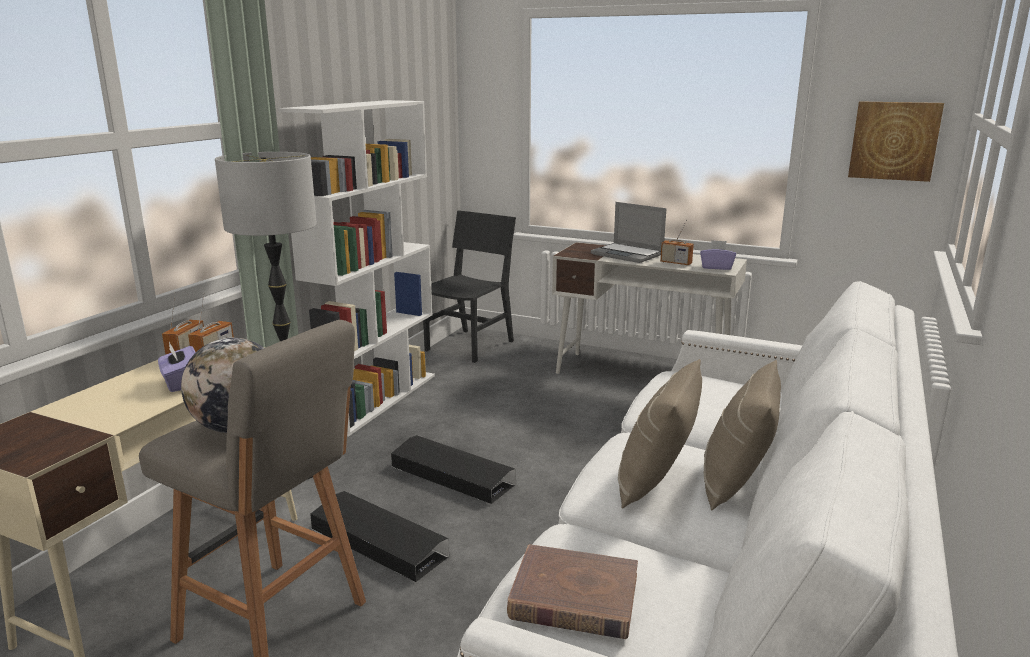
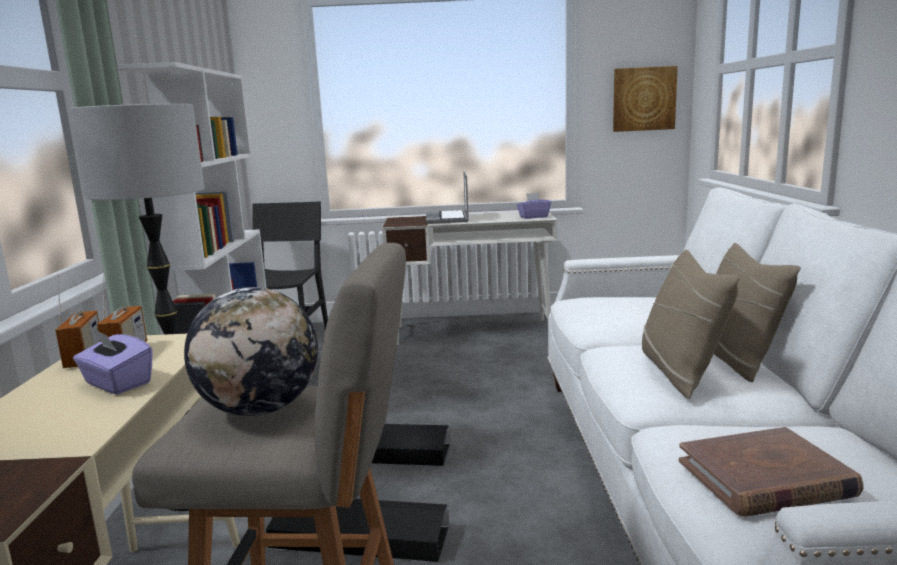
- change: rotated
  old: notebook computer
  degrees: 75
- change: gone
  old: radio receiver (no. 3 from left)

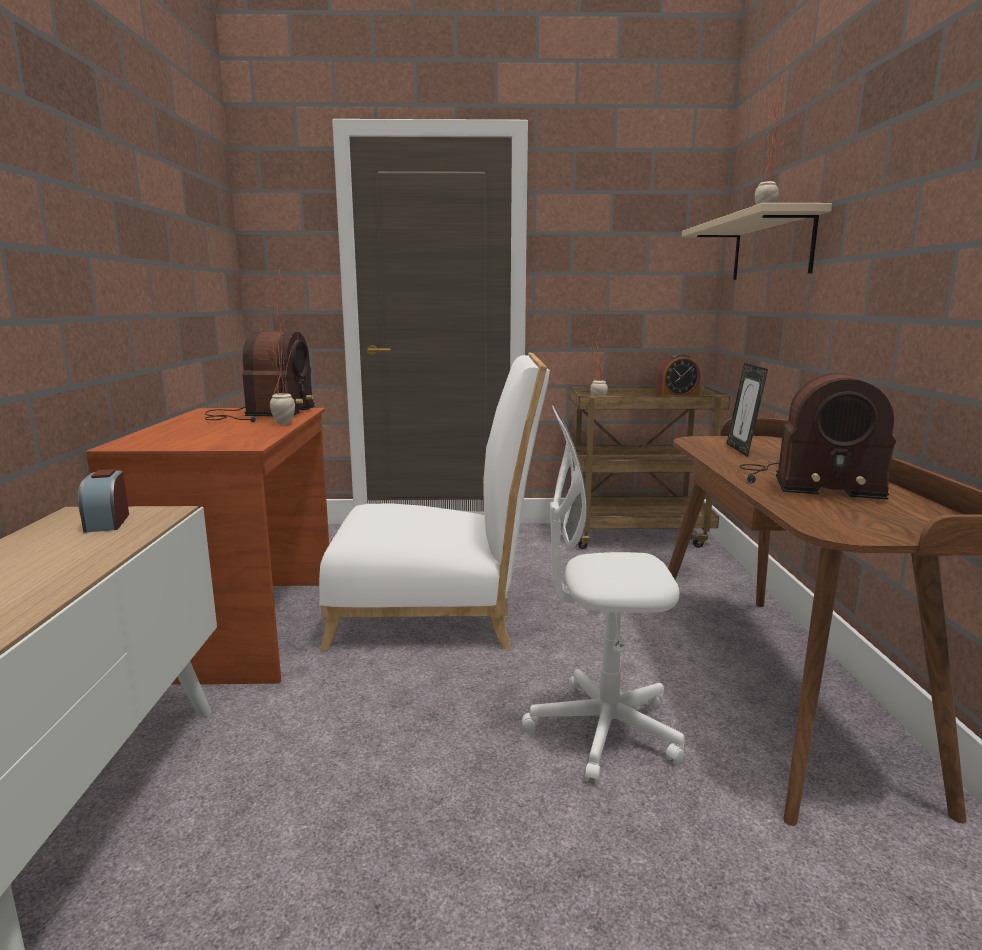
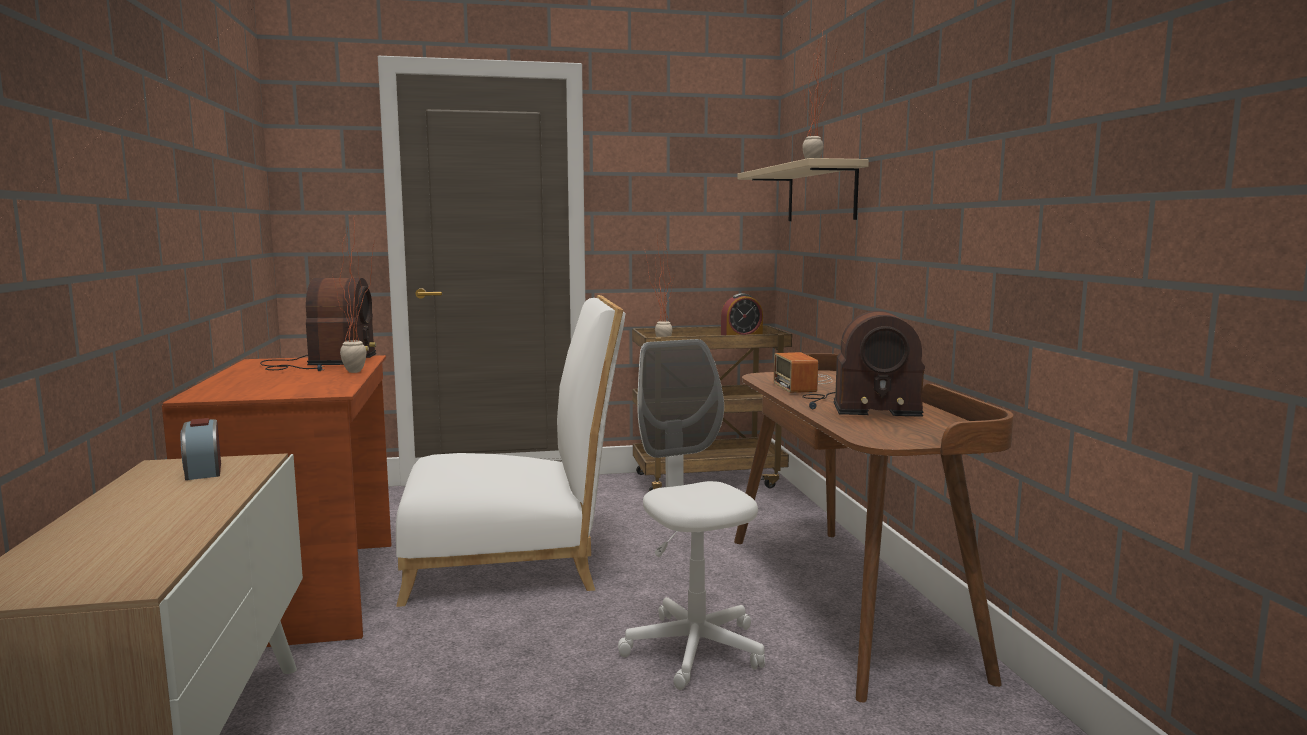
- change: rotated
  old: whitish desk chair
  degrees: 75
- change: swapped
  old: standing frame
  new: radio receiver (no. 2 from left)

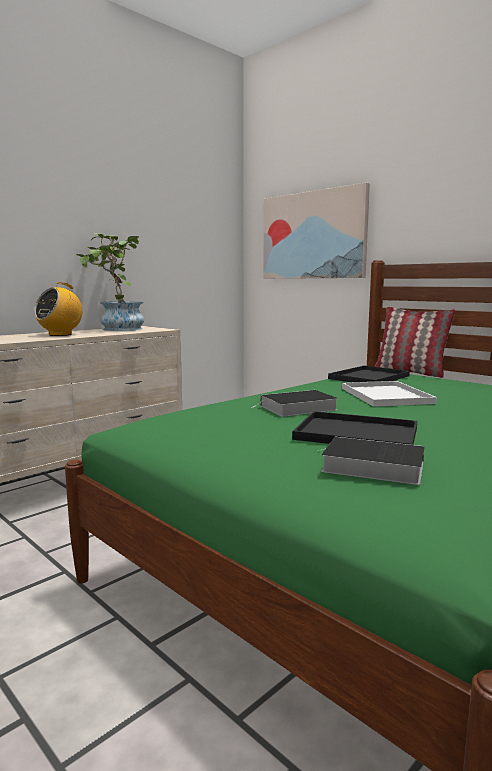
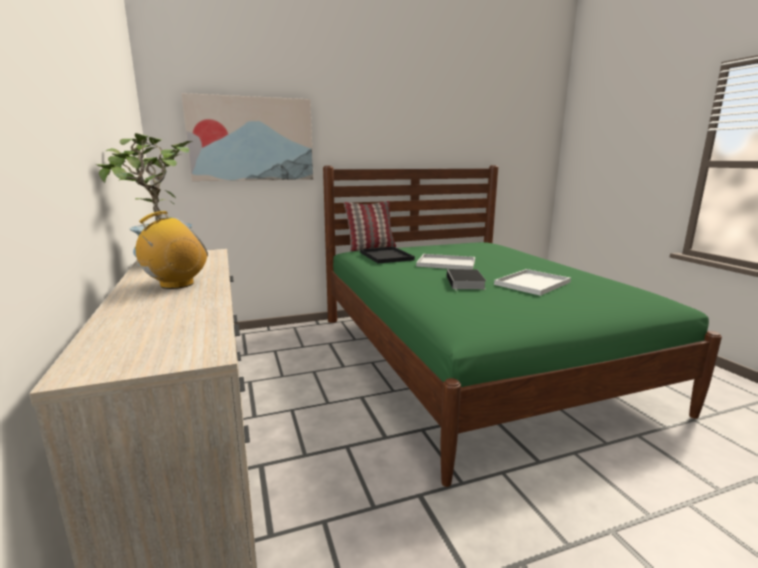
- change: rotated
  old: radio receiver
  degrees: -105
- change: repainted
  old: blackish serving tray (no. 1 from left)
  new: whitish serving tray (no. 2 from left)
- change: gone
  old: book (no. 2 from left)

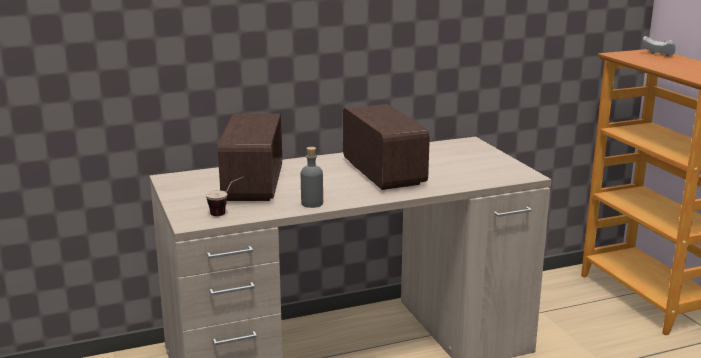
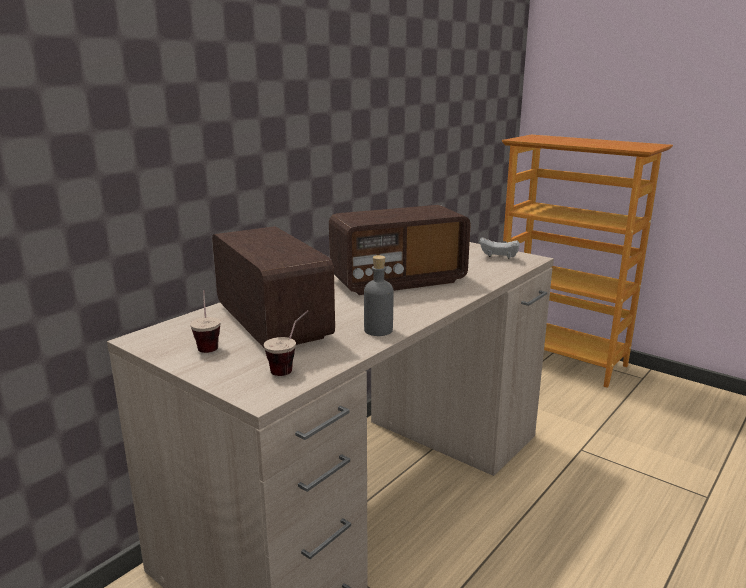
- change: rotated
  old: radio receiver (no. 2 from left)
  degrees: 120
- change: shifted
  old: whitish gamepad
- change: new
  new: drinking cup (no. 1 from left)

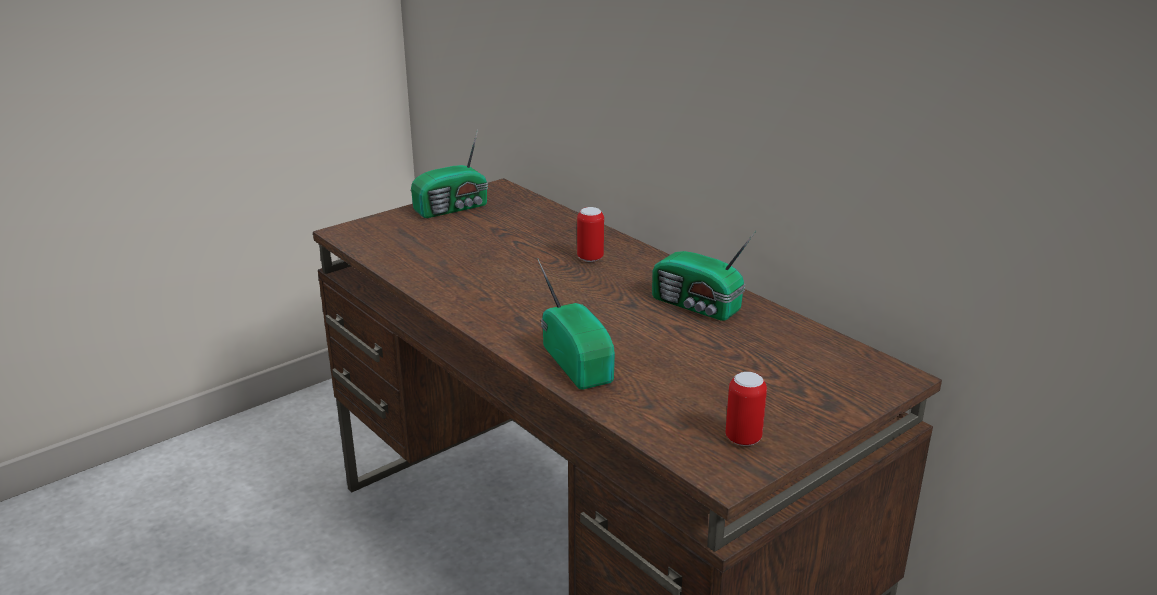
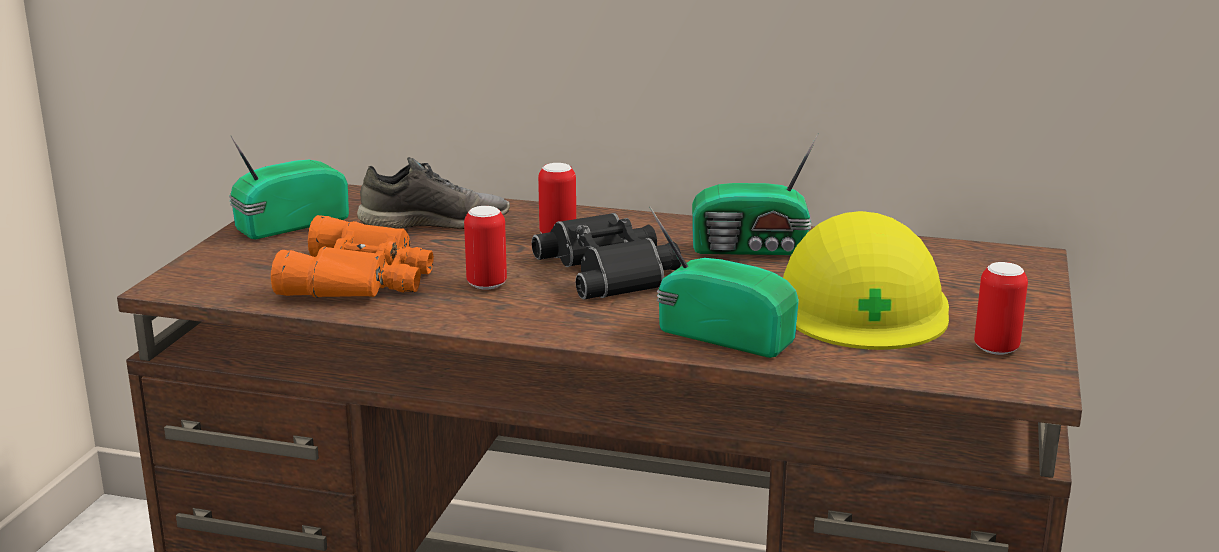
- change: rotated
  old: radio receiver (no. 1 from left)
  degrees: -150
- change: new
  new: orange field glasses
- change: new
  new: gray shoe
- change: new
  new: sealed can (no. 1 from left)
- change: new
  new: blackish field glasses
- change: new
  new: yellowish work helmet

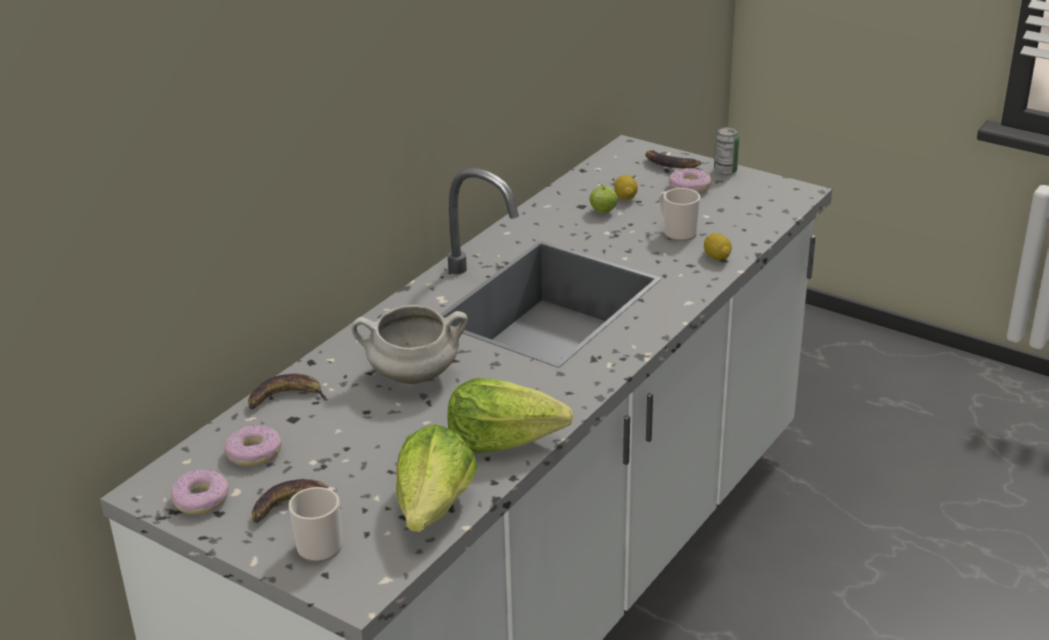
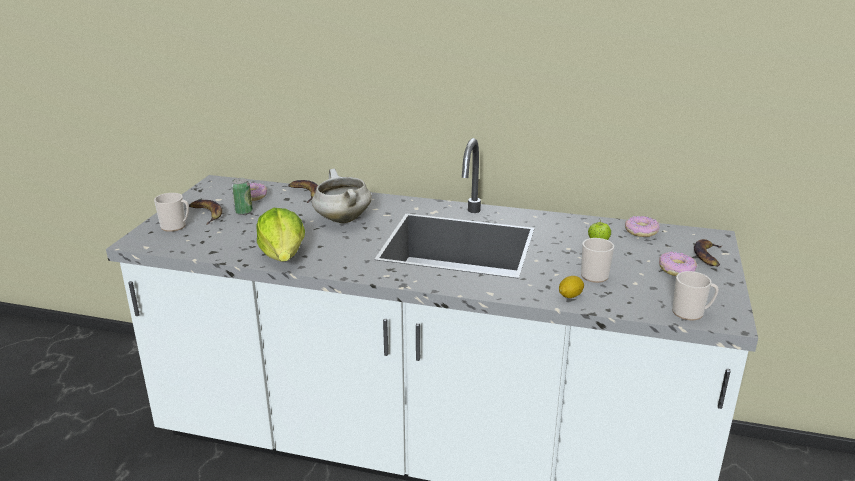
- change: shifted
  old: ring doughnut (no. 1 from left in the first image)
  new: ring doughnut (no. 2 from left)
- change: gone
  old: lettuce (no. 1 from left)
- change: gone
  old: whole lemon (no. 1 from left)
- change: shifted
  old: sealed can
- change: new
  new: coffee mug (no. 3 from left)

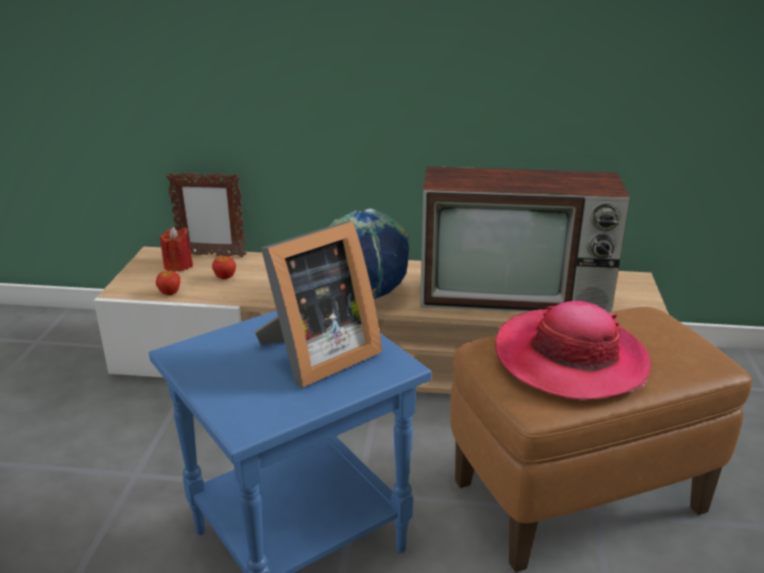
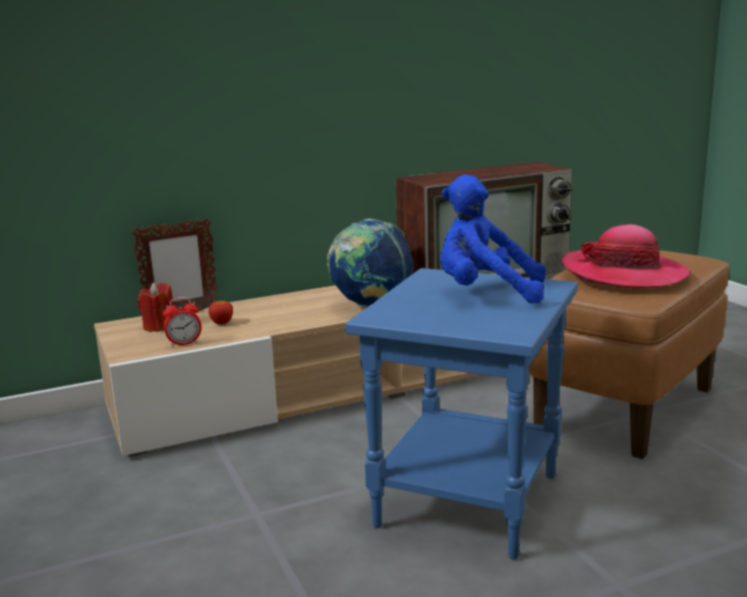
- change: swapped
  old: whole apple (no. 1 from left)
  new: alarm clock
- change: swapped
  old: standing frame (no. 2 from left)
  new: blue soft toy

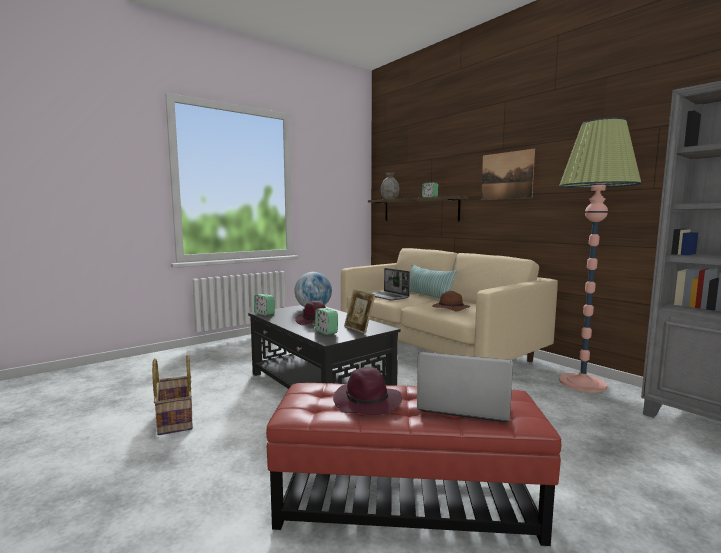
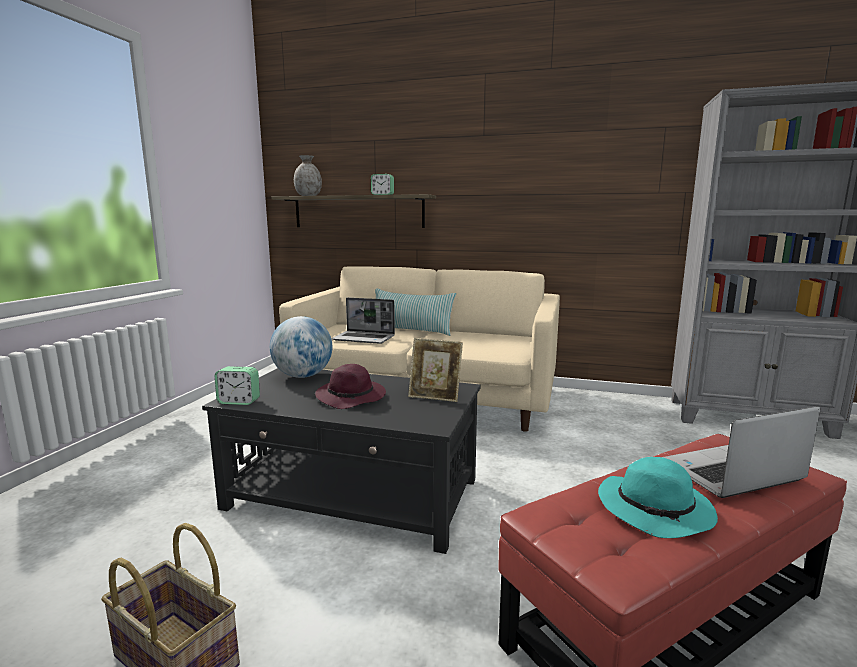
- change: gone
  old: alarm clock (no. 2 from left)
- change: repainted
  old: purple wearable hat (no. 2 from left)
  new: blue-green wearable hat
- change: gone
  old: brownish wearable hat
- change: gone
  old: wall picture
- change: gone
  old: floor lamp

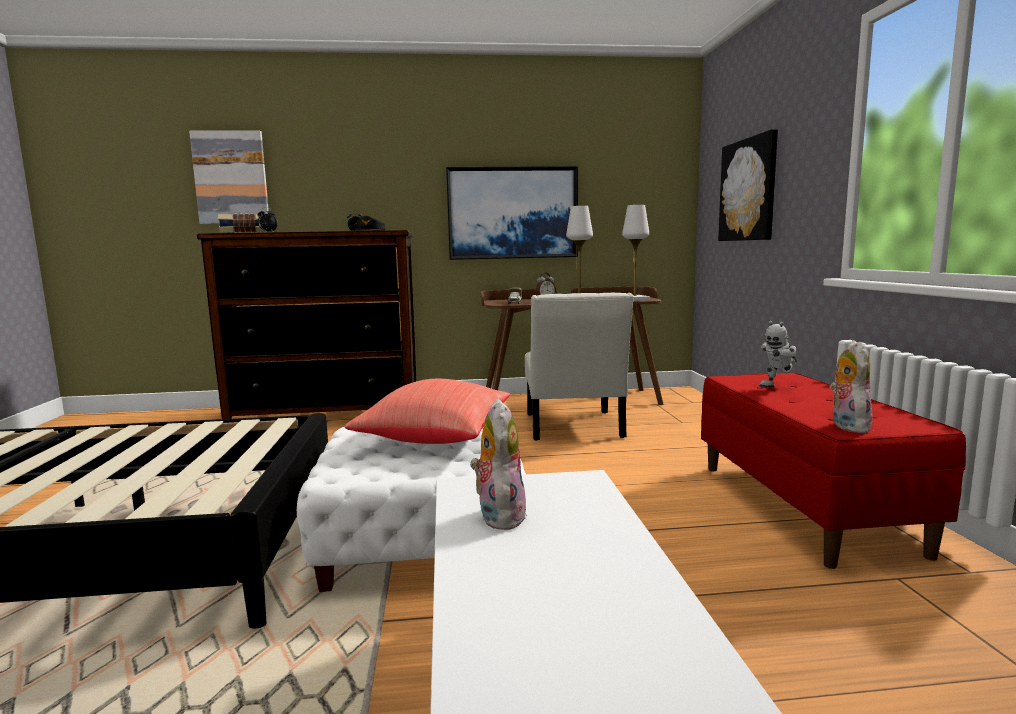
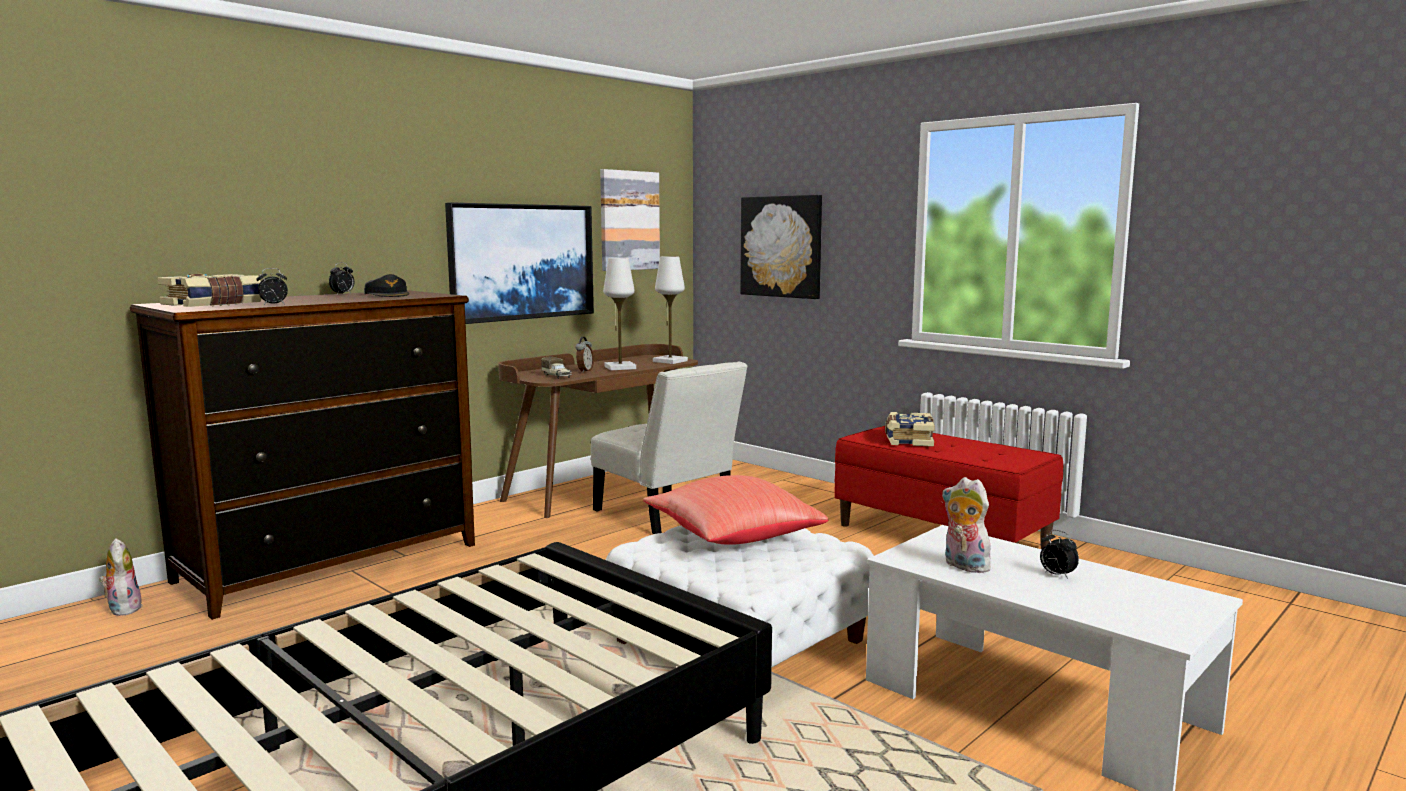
- change: shifted
  old: wall picture (no. 1 from left in the first image)
  new: wall picture (no. 2 from left)
- change: swapped
  old: toy robot
  new: book (no. 2 from left)
- change: shifted
  old: soft toy (no. 2 from left in the first image)
  new: soft toy (no. 1 from left)
- change: new
  new: alarm clock (no. 4 from left)

